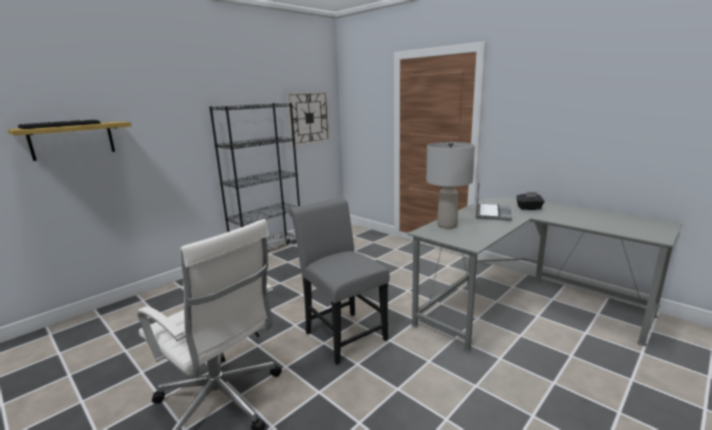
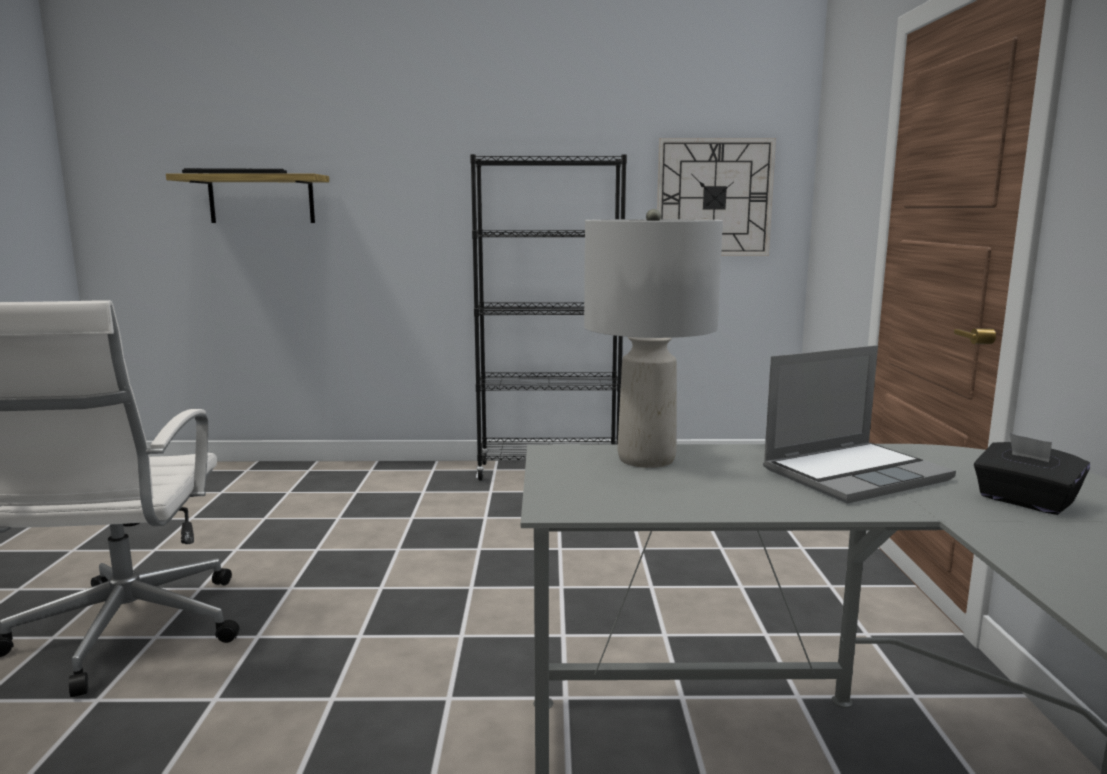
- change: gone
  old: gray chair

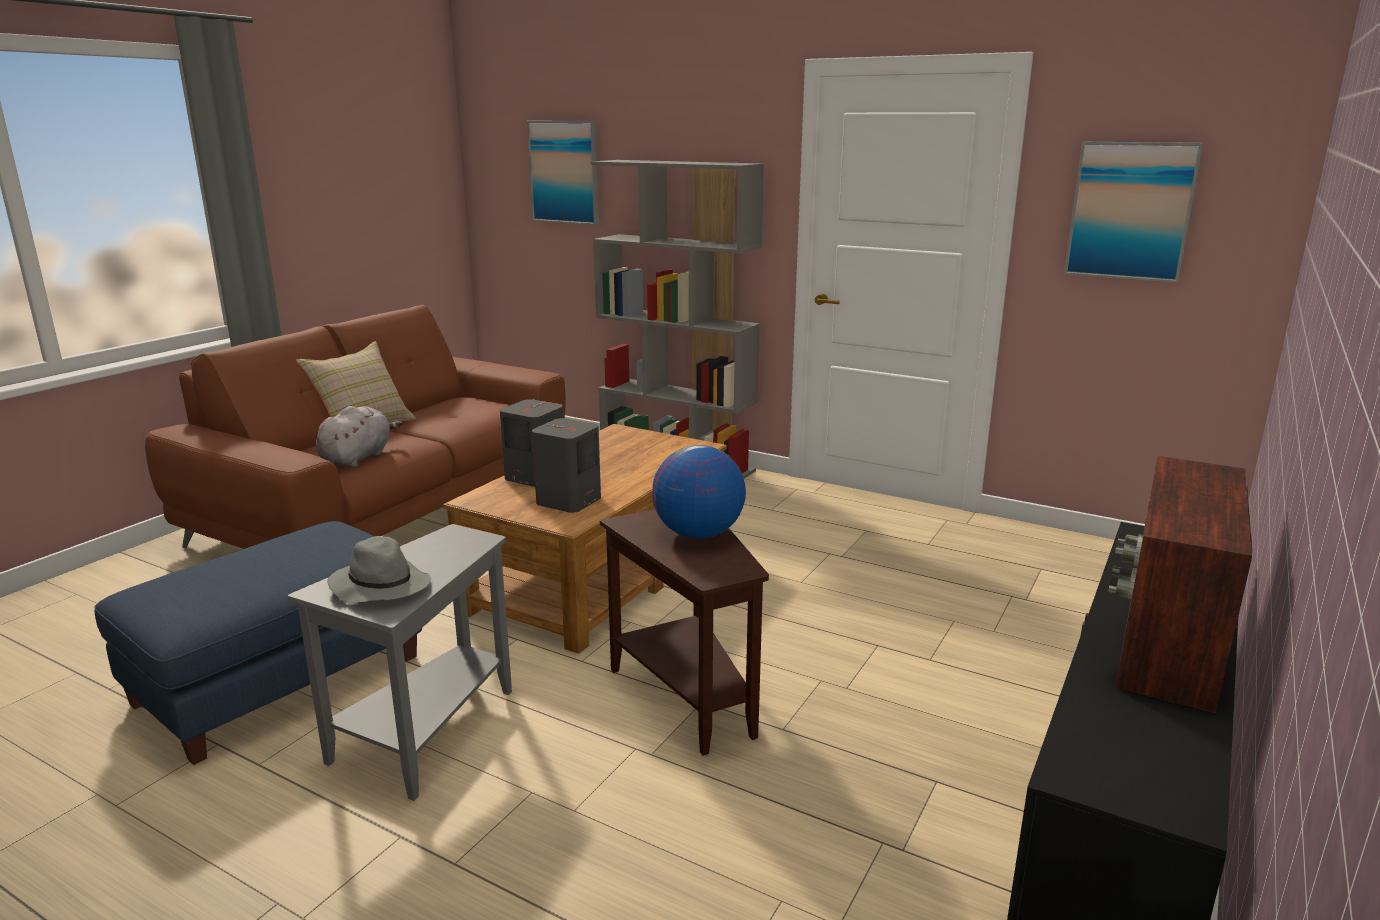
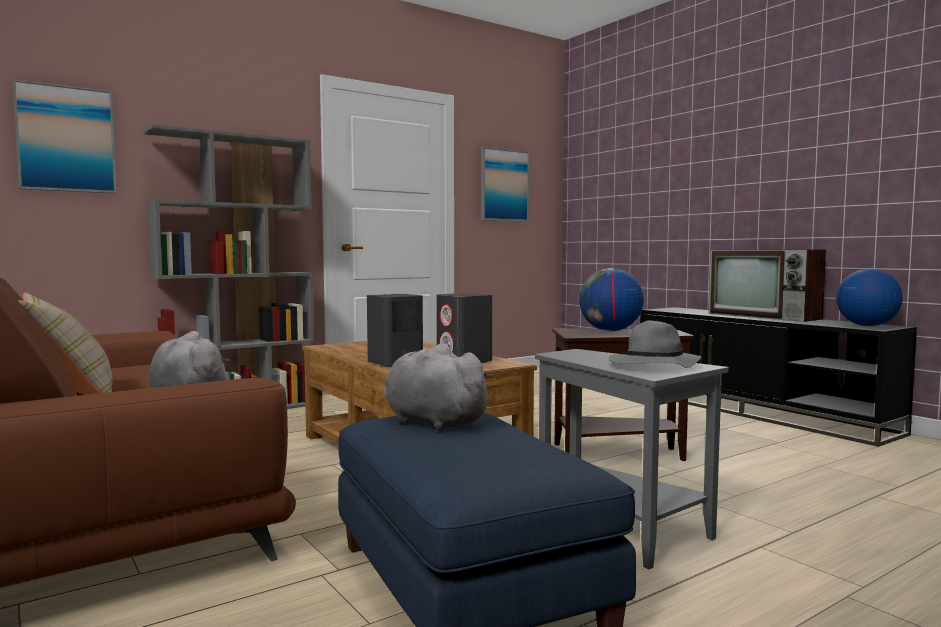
- change: new
  new: gray soft toy (no. 2 from left)
- change: new
  new: desk globe (no. 2 from left)

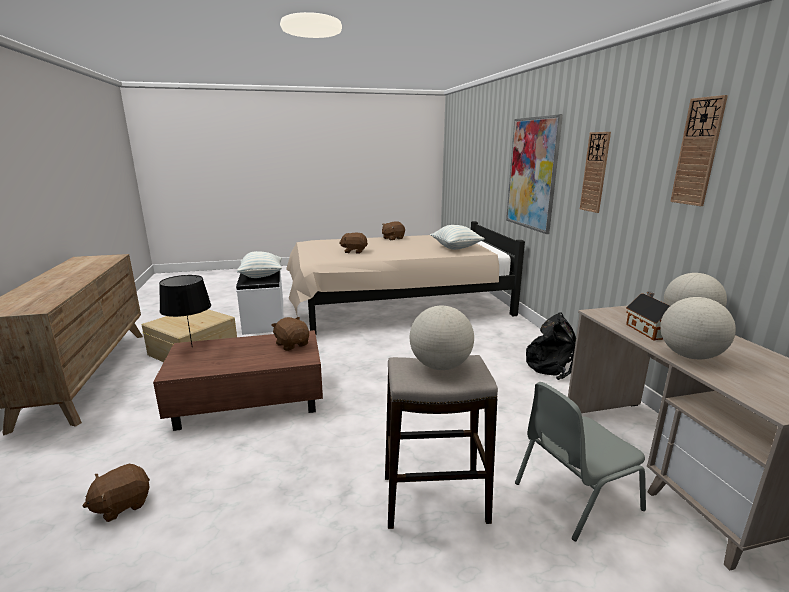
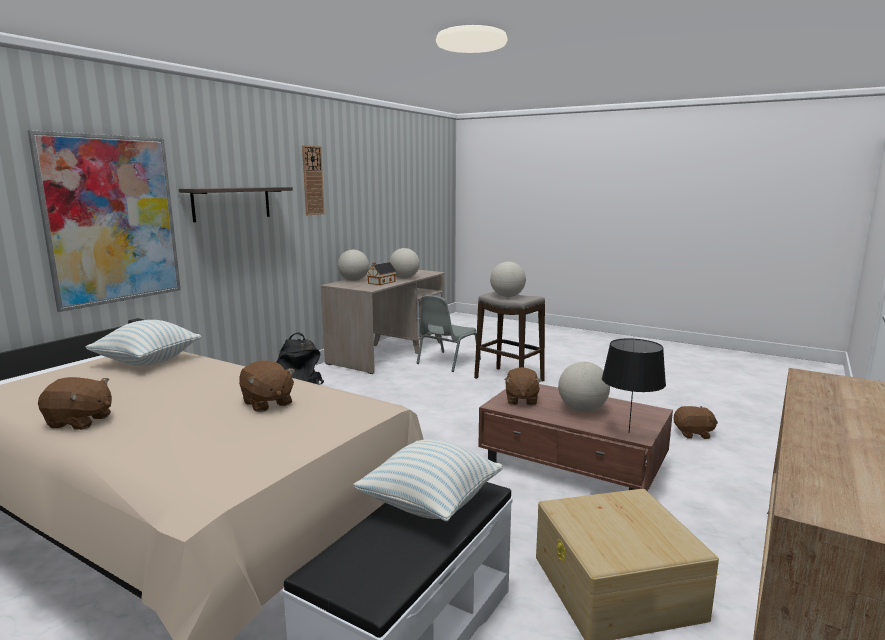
- change: rotated
  old: gray chair
  degrees: 105
- change: swapped
  old: hanging clock (no. 1 from left)
  new: bracket shelf
- change: new
  new: desk globe (no. 4 from left)

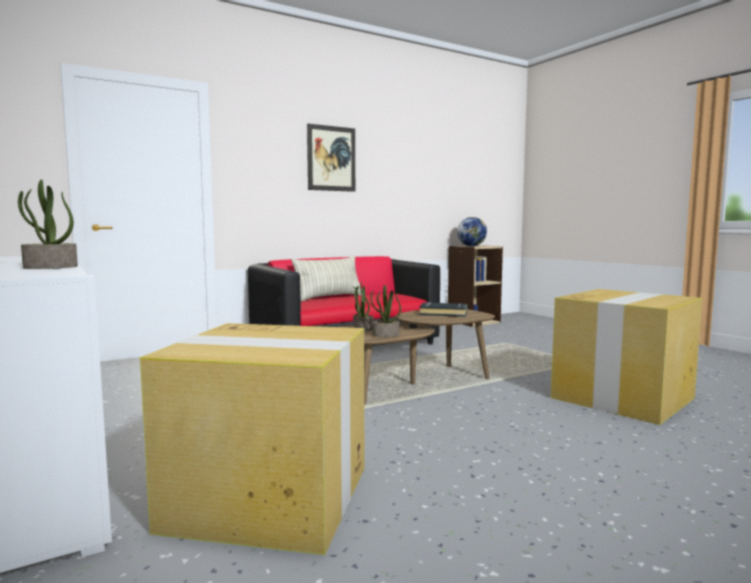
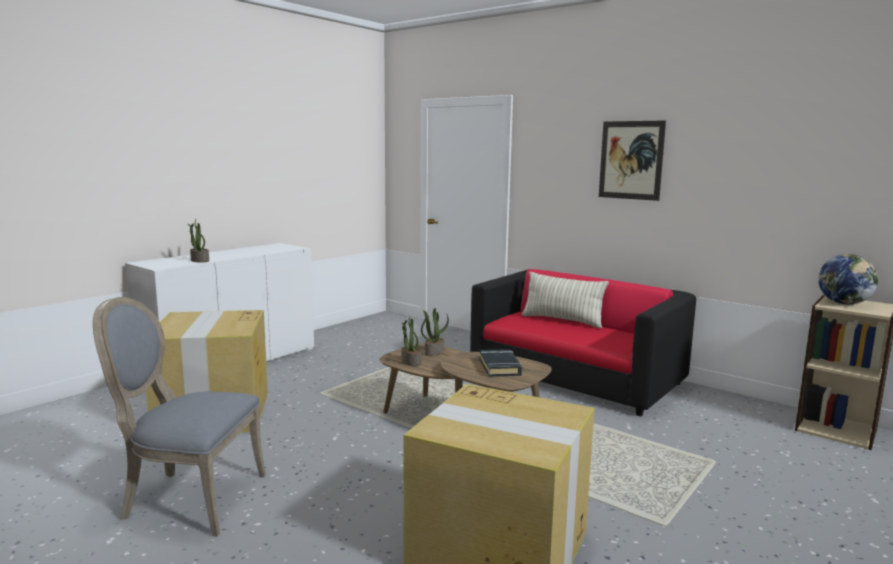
- change: new
  new: gray chair

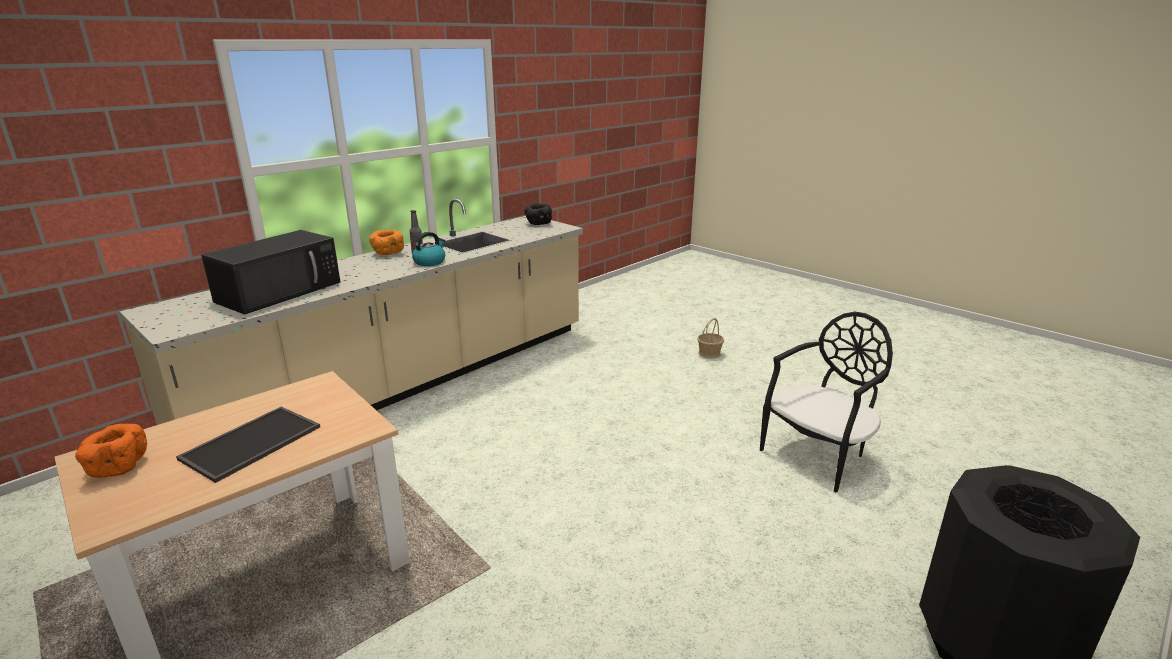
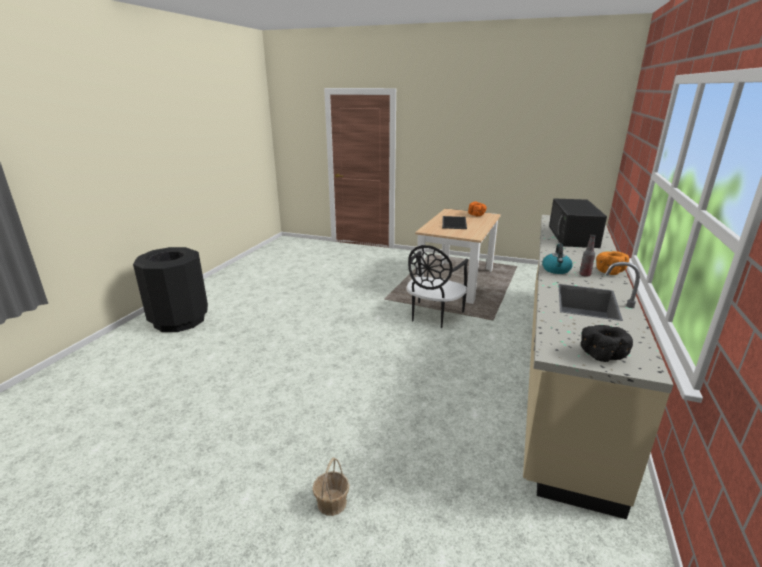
- change: shifted
  old: blackish chair

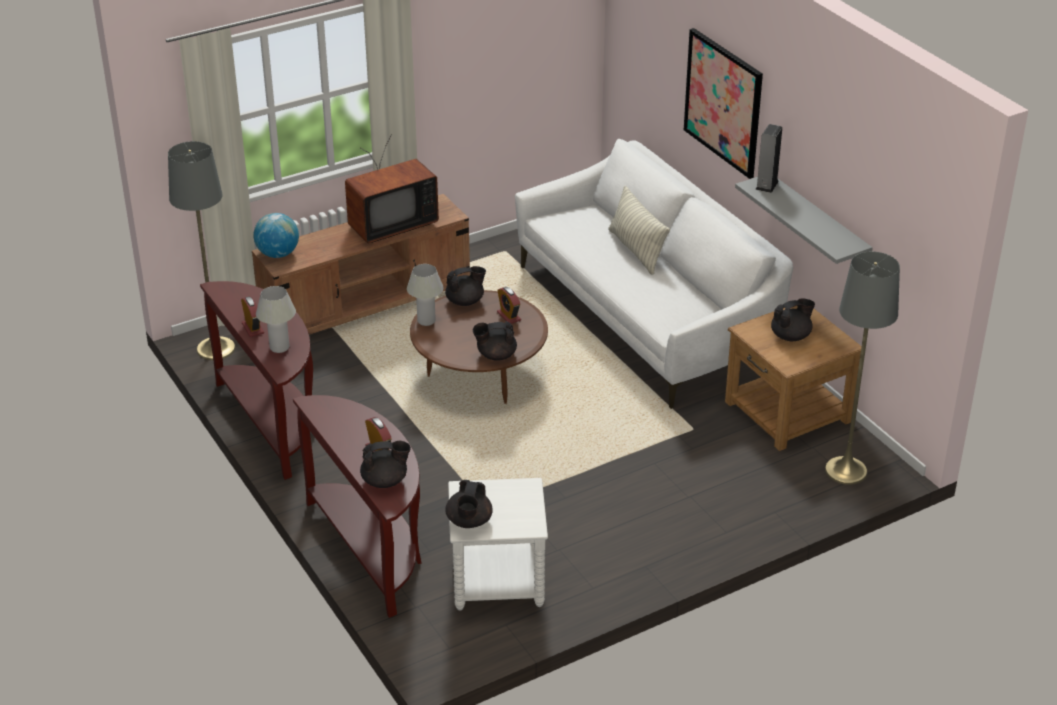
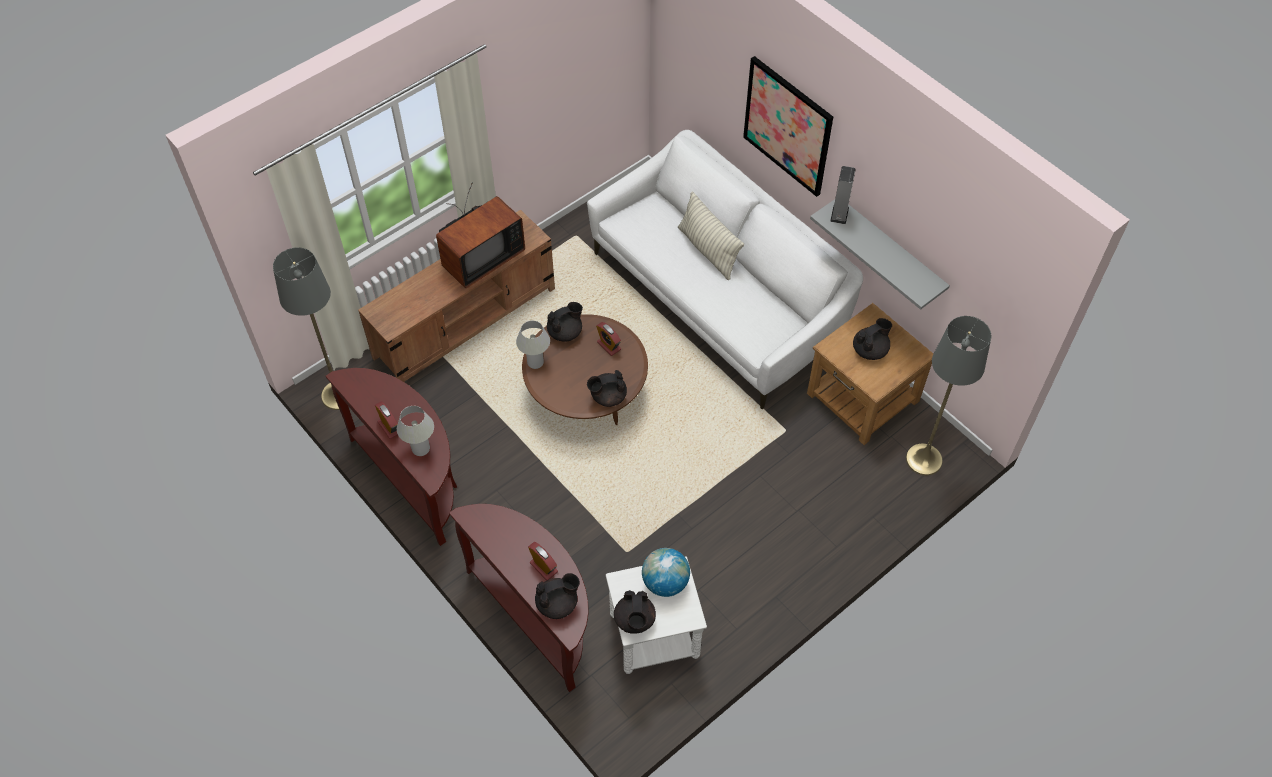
- change: shifted
  old: desk globe

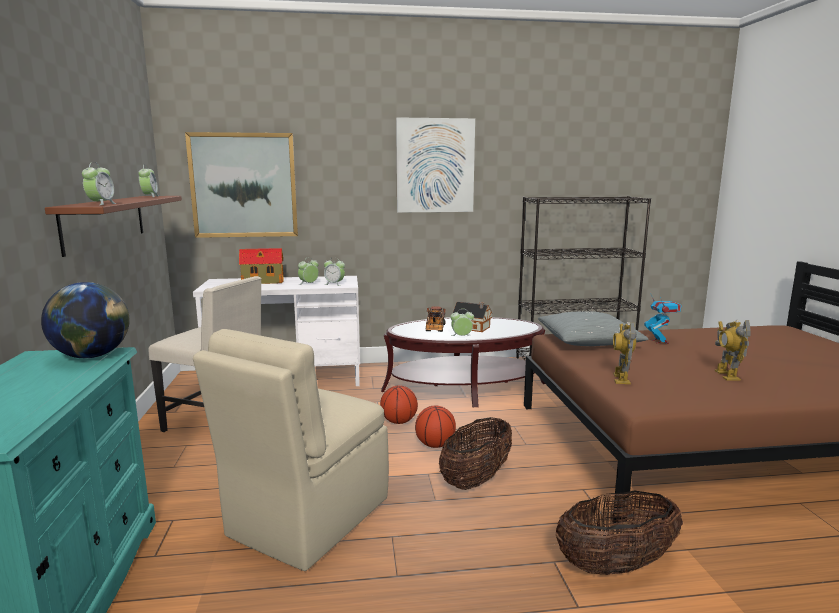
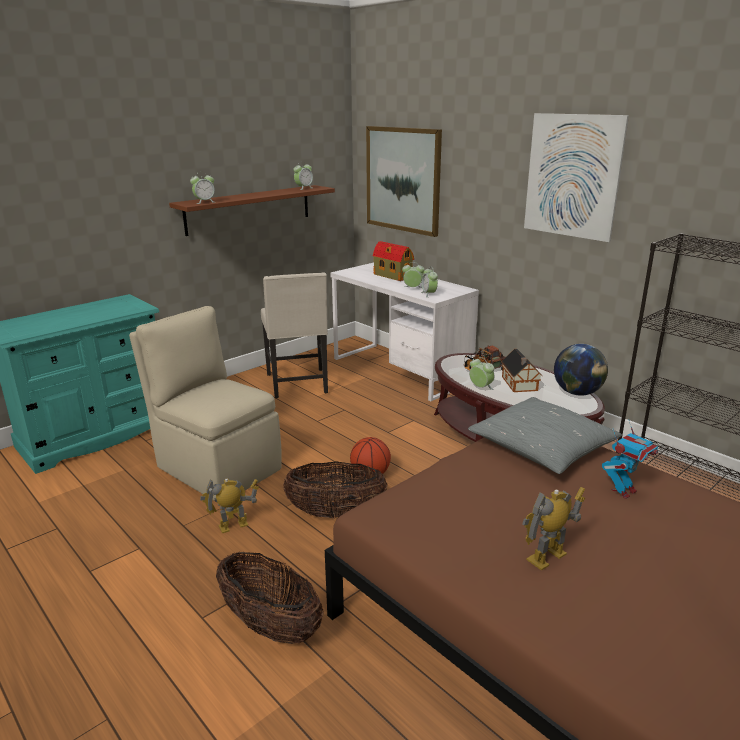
- change: shifted
  old: desk globe
- change: rotated
  old: beige chair (no. 2 from left in the first image)
  degrees: 45
- change: gone
  old: ball for basketball (no. 1 from left)
- change: shifted
  old: toy robot (no. 1 from left)

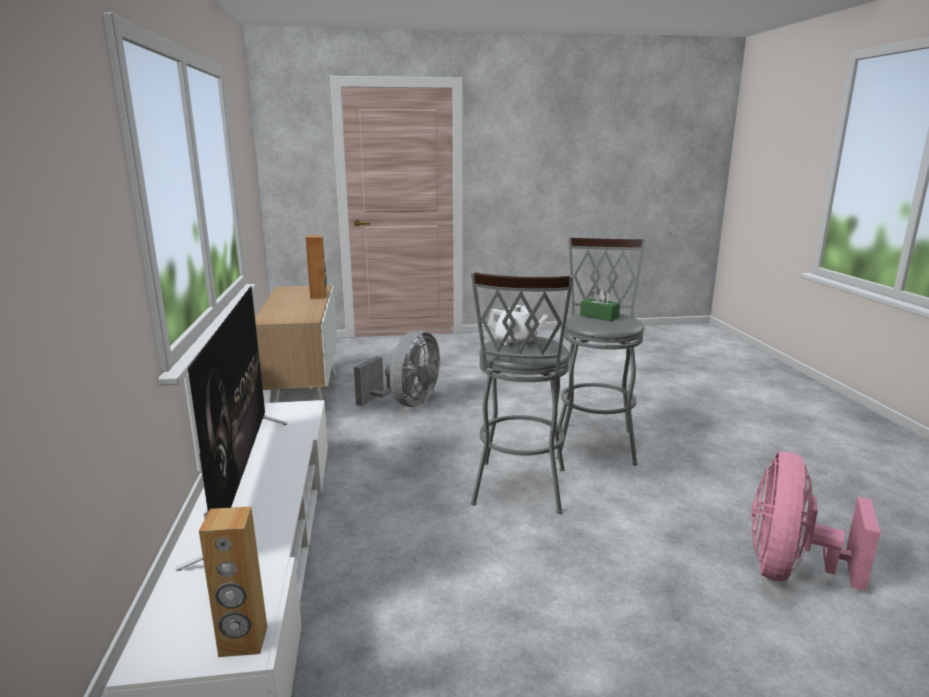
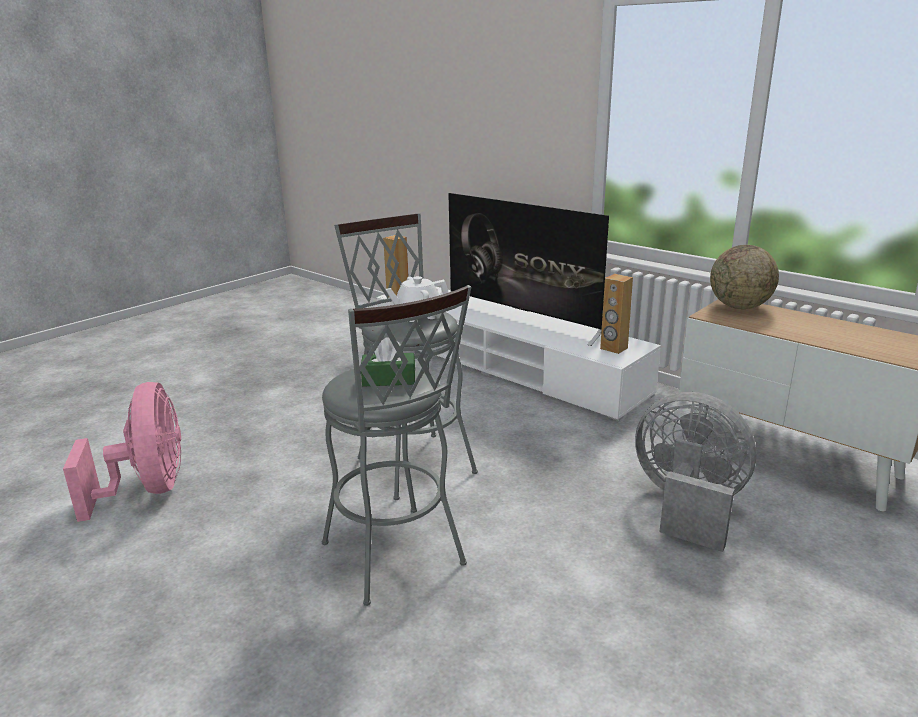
- change: shifted
  old: brownish speaker (no. 2 from left)
- change: rotated
  old: gray cooling fan
  degrees: 135
- change: new
  new: desk globe

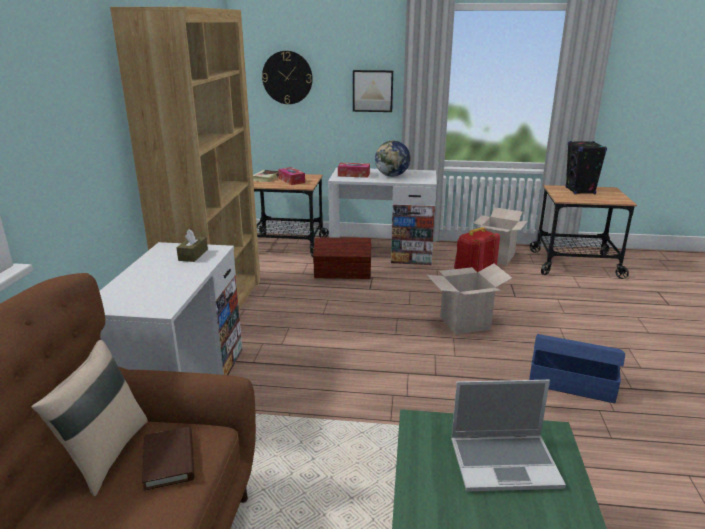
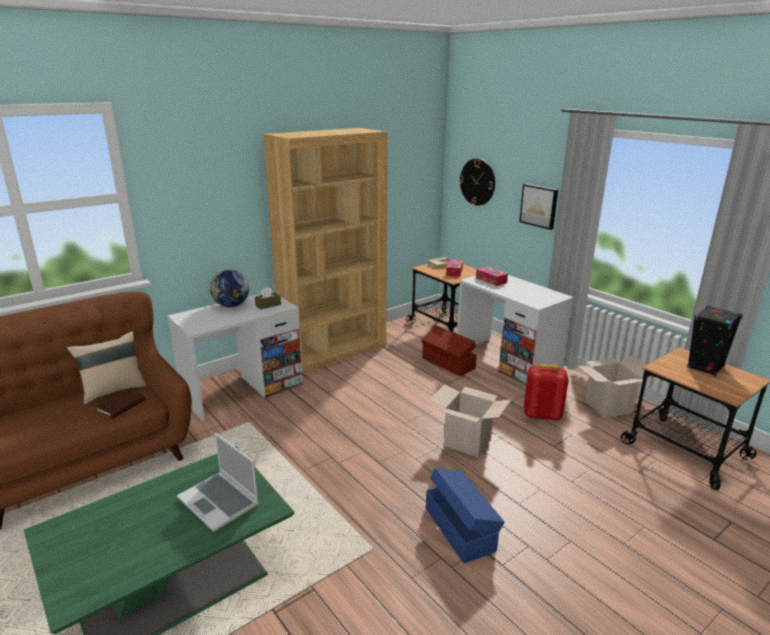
- change: shifted
  old: desk globe

